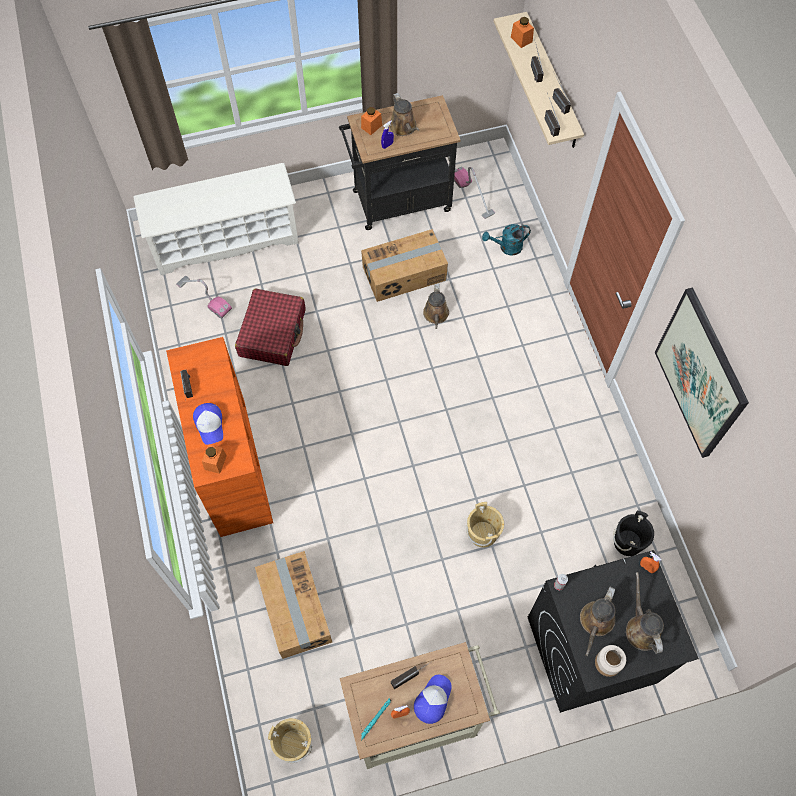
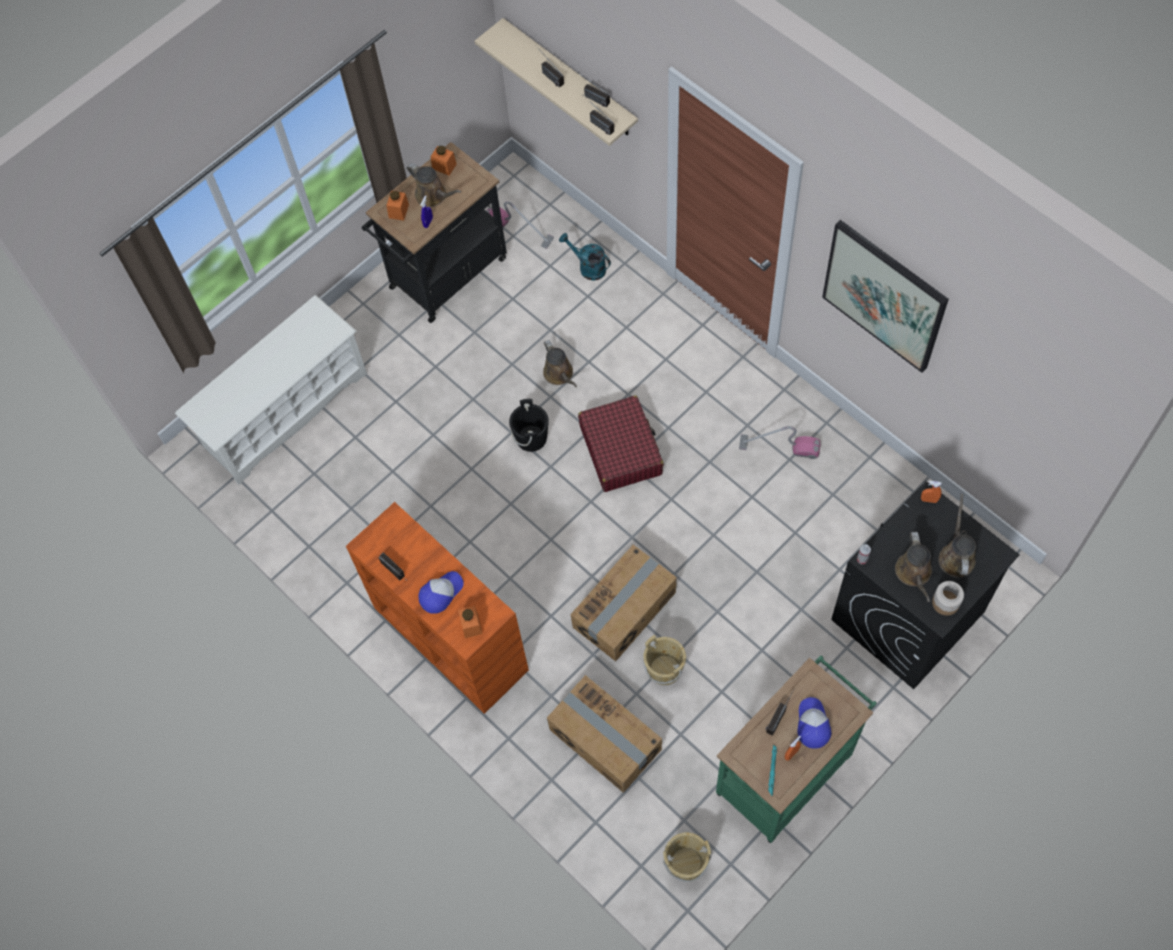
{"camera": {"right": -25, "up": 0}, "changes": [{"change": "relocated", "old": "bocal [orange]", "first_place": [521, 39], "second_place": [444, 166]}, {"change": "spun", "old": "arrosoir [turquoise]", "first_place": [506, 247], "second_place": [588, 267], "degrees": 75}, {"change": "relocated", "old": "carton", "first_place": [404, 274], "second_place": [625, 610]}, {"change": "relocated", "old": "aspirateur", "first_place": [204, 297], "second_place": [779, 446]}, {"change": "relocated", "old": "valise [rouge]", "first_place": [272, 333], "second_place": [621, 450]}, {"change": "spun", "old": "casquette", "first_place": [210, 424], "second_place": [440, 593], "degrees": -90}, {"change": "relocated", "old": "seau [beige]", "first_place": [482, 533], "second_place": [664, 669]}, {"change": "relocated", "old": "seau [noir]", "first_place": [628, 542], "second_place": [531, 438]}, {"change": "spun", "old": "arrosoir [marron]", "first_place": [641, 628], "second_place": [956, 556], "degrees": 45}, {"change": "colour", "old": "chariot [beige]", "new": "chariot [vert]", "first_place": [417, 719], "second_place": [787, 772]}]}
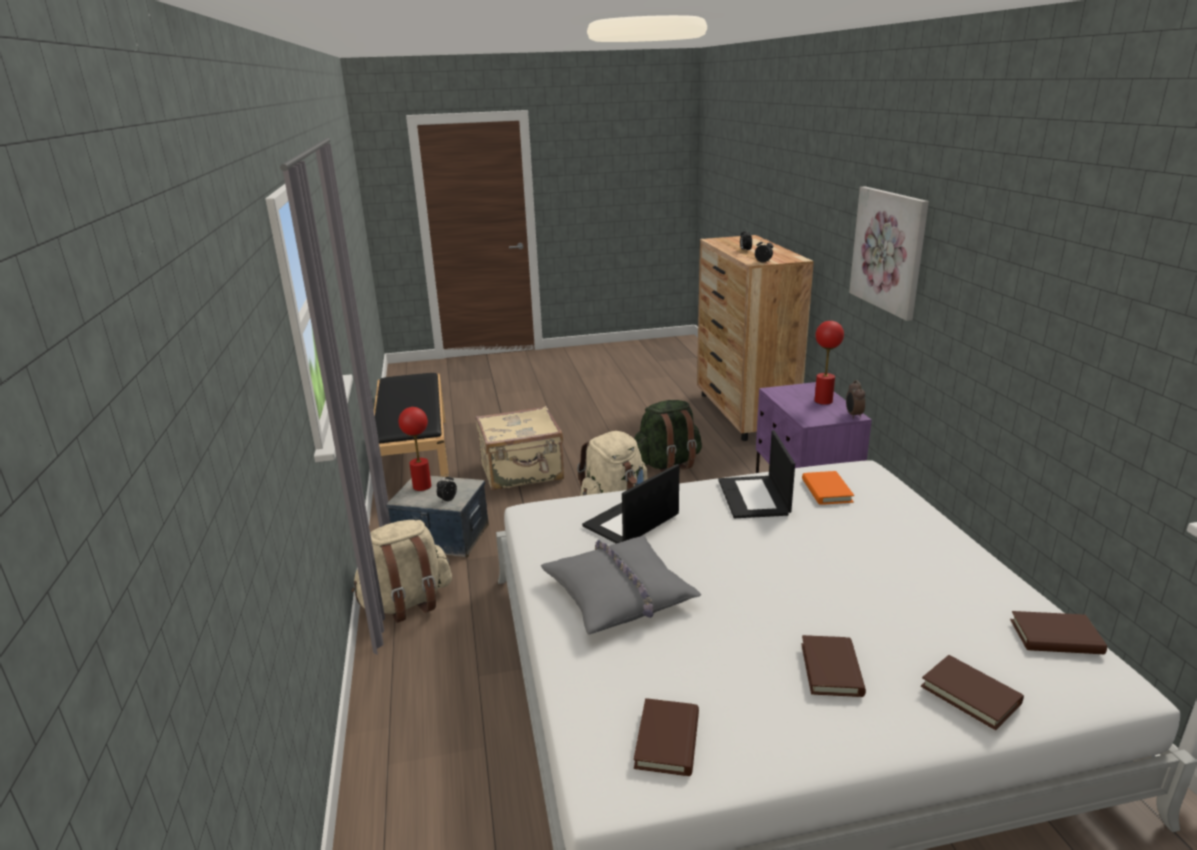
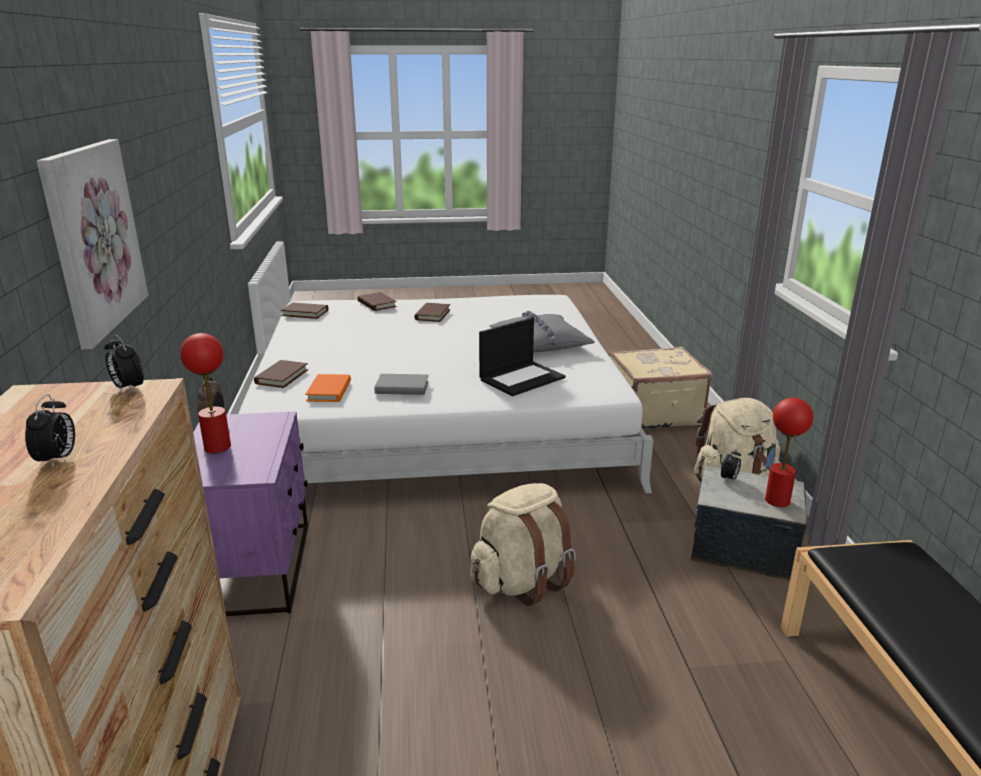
{"camera": {"right": -175, "up": 0}, "changes": [{"change": "missing", "old": "sac à dos [vert]", "first_place": [667, 464]}, {"change": "relocated", "old": "valise [beige]", "first_place": [522, 472], "second_place": [652, 412]}, {"change": "exchanged", "old": "ordinateur portable", "new": "livre [gris]", "first_place": [754, 498], "second_place": [402, 388]}, {"change": "relocated", "old": "livre [marron]", "first_place": [667, 740], "second_place": [281, 377]}]}
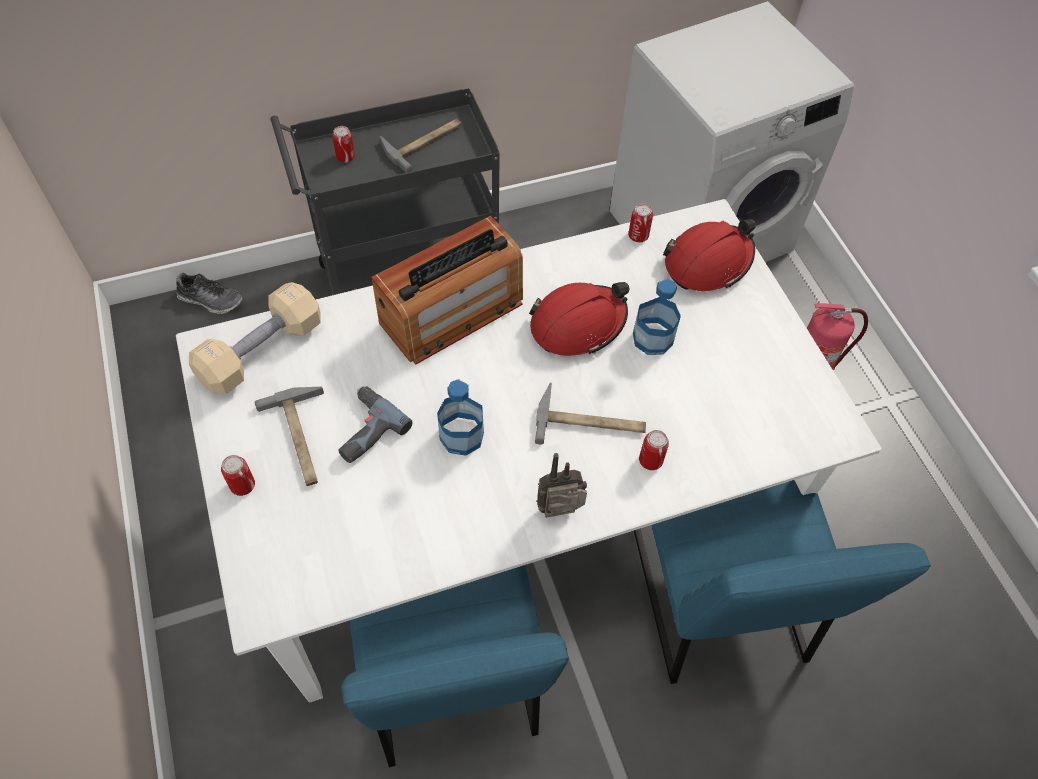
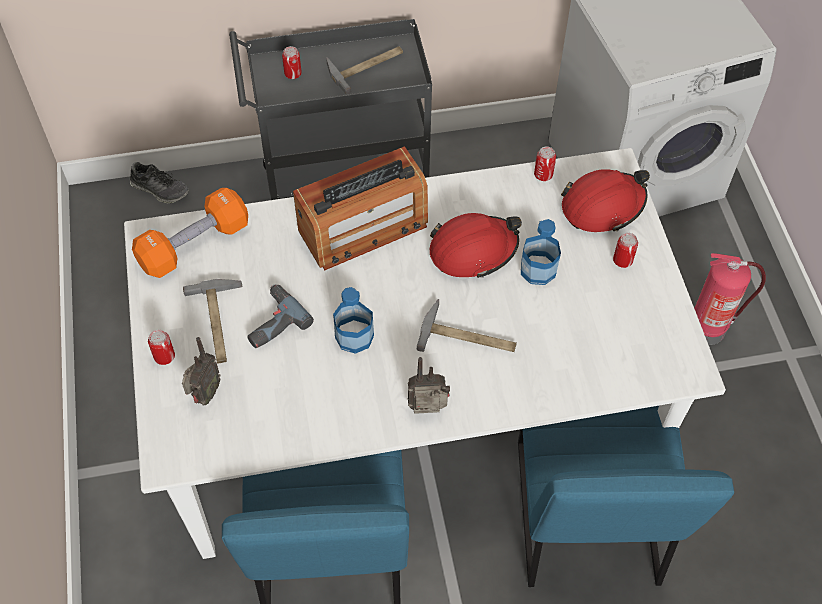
{"camera": {"right": 10, "up": 0}, "changes": [{"change": "colour", "old": "haltère [beige]", "new": "haltère [orange]", "first_place": [261, 351], "second_place": [194, 244]}, {"change": "relocated", "old": "boîte métallique", "first_place": [650, 460], "second_place": [622, 260]}, {"change": "appeared", "new": "radio", "second_place": [204, 395]}]}
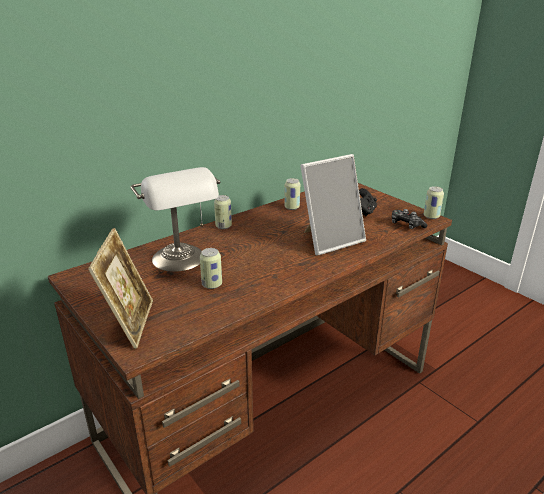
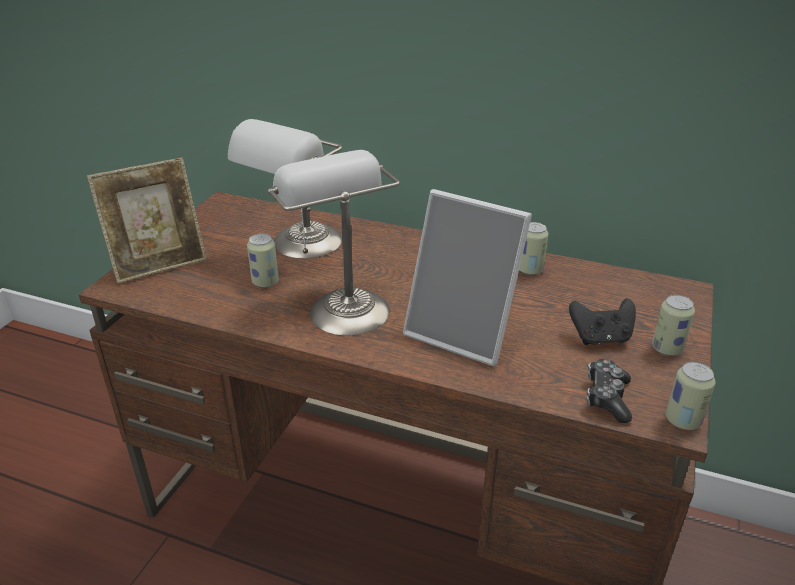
{"camera": {"right": 60, "up": 5}, "changes": [{"change": "relocated", "old": "boîte métallique", "first_place": [223, 226], "second_place": [667, 349]}, {"change": "appeared", "new": "lampe de table [blanc]", "second_place": [340, 303]}]}
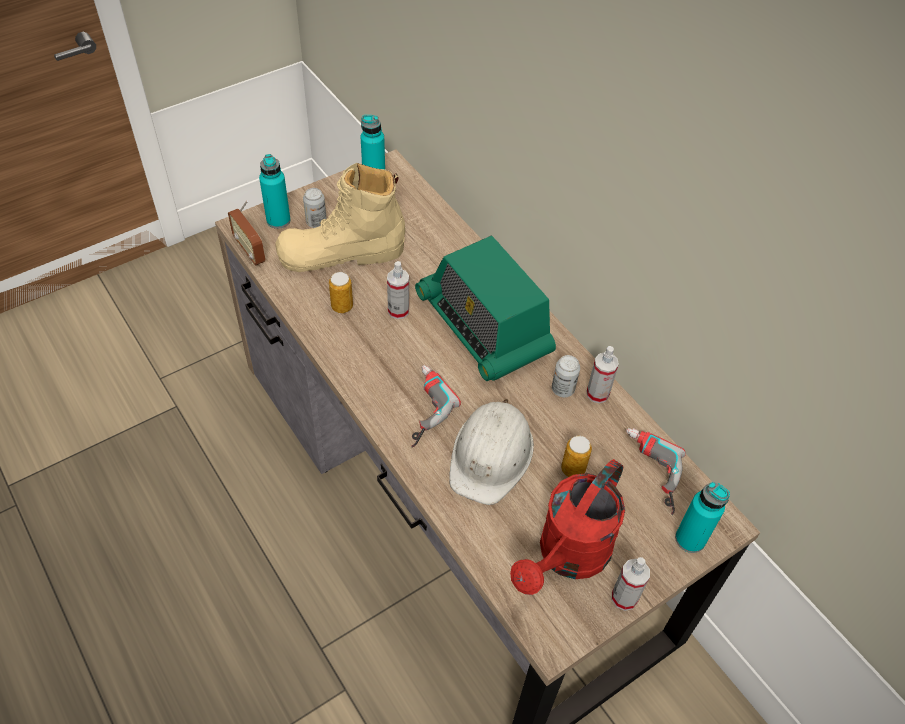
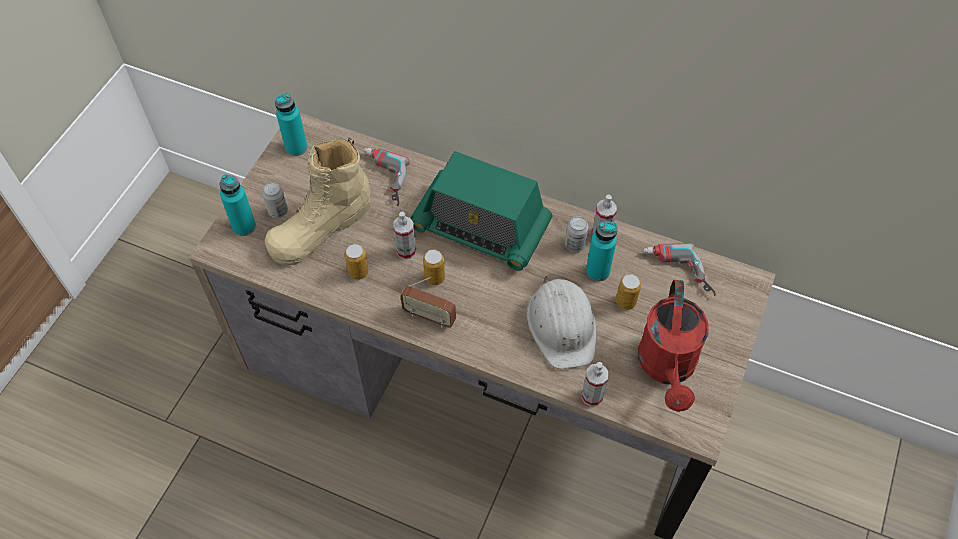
{"camera": {"right": -30, "up": 5}, "changes": [{"change": "relocated", "old": "radio", "first_place": [250, 251], "second_place": [429, 316]}, {"change": "relocated", "old": "perceuse", "first_place": [420, 408], "second_place": [382, 179]}, {"change": "relocated", "old": "bouteille [turquoise]", "first_place": [690, 539], "second_place": [597, 271]}, {"change": "relocated", "old": "vaporisateur", "first_place": [624, 598], "second_place": [592, 396]}, {"change": "appeared", "new": "boîte métallique", "second_place": [434, 278]}]}
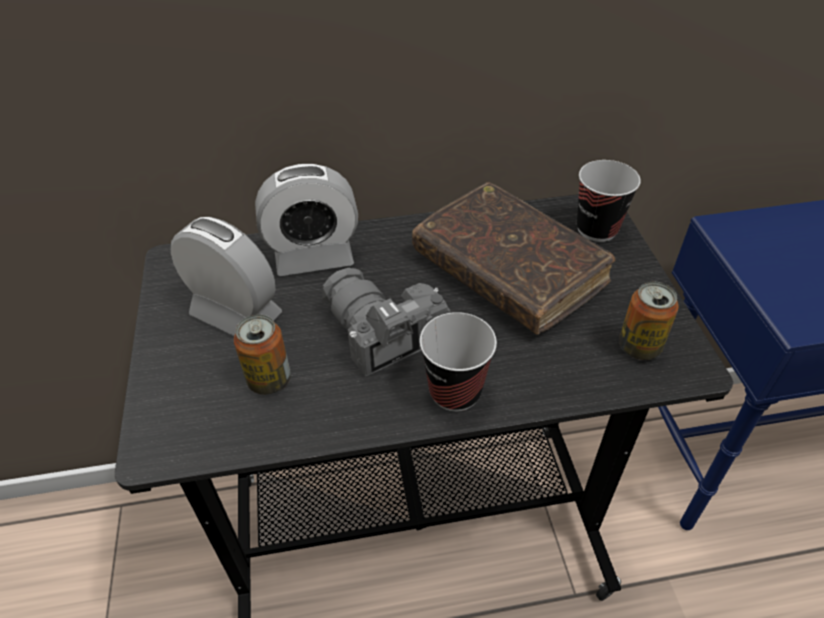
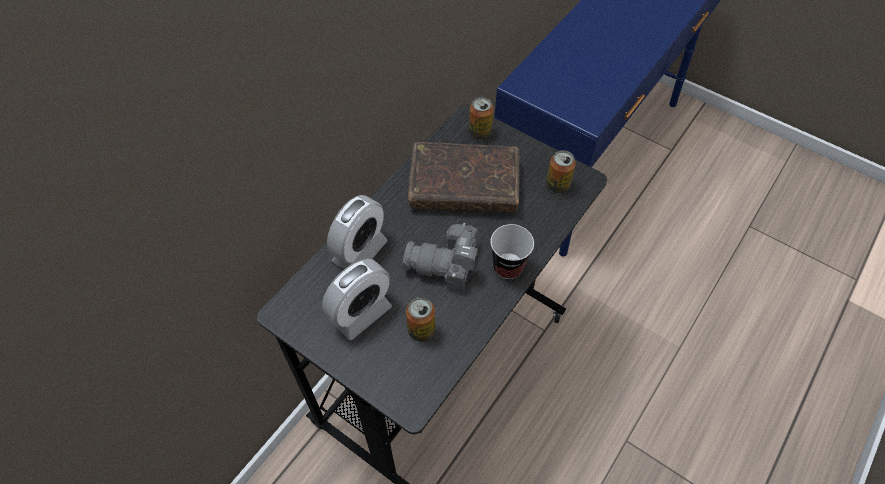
{"camera": {"right": -45, "up": 10}, "changes": [{"change": "exchanged", "old": "tasse", "new": "boîte métallique", "first_place": [597, 229], "second_place": [480, 132]}, {"change": "spun", "old": "réveil", "first_place": [236, 314], "second_place": [360, 313], "degrees": 150}]}
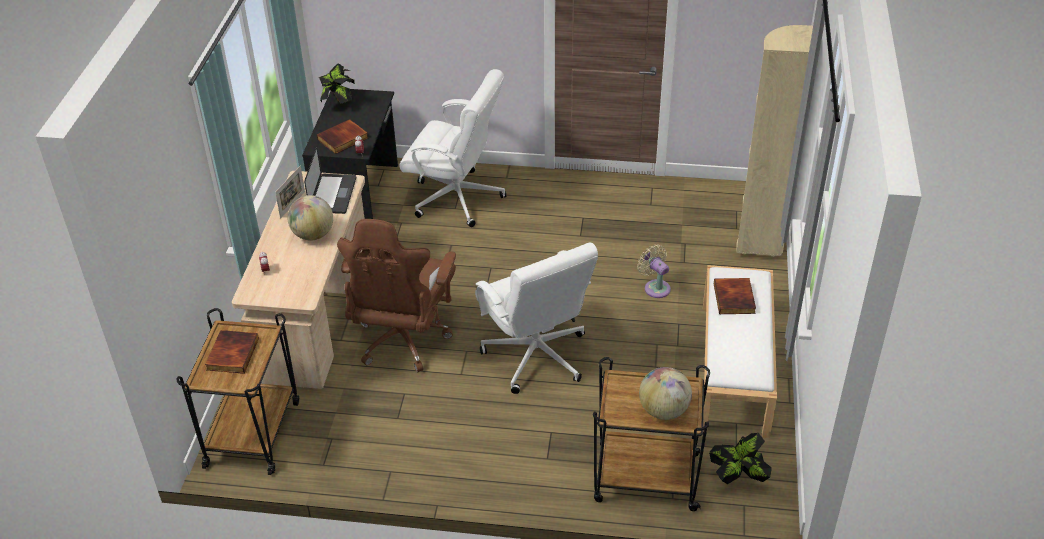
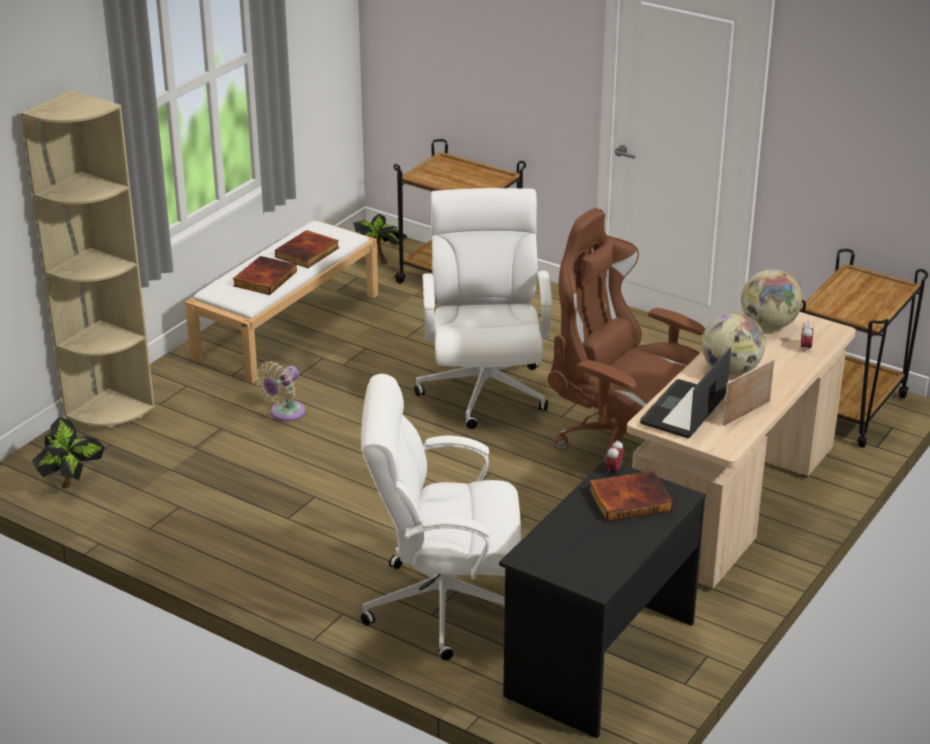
{"camera": {"right": -155, "up": -10}, "changes": [{"change": "relocated", "old": "plante en pot", "first_place": [338, 103], "second_place": [71, 481]}, {"change": "spun", "old": "chaise de bureau [blanc]", "first_place": [456, 198], "second_place": [444, 605], "degrees": -45}, {"change": "spun", "old": "chaise de bureau [marron]", "first_place": [404, 336], "second_place": [628, 450], "degrees": -90}, {"change": "spun", "old": "ventilateur [beige]", "first_place": [655, 287], "second_place": [285, 413], "degrees": 45}, {"change": "relocated", "old": "livre", "first_place": [231, 354], "second_place": [308, 253]}, {"change": "relocated", "old": "globe", "first_place": [663, 410], "second_place": [768, 325]}]}
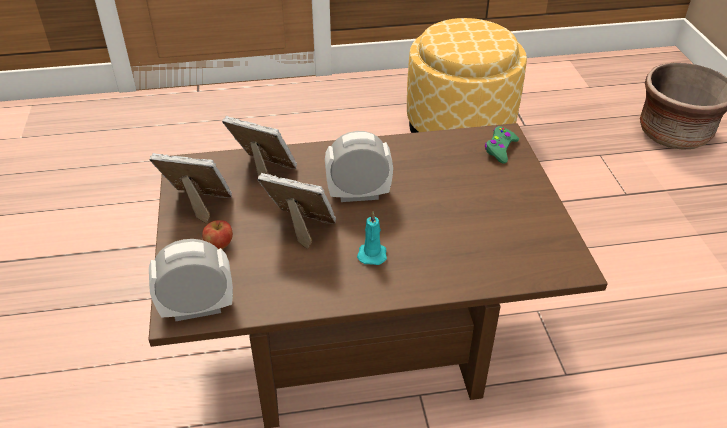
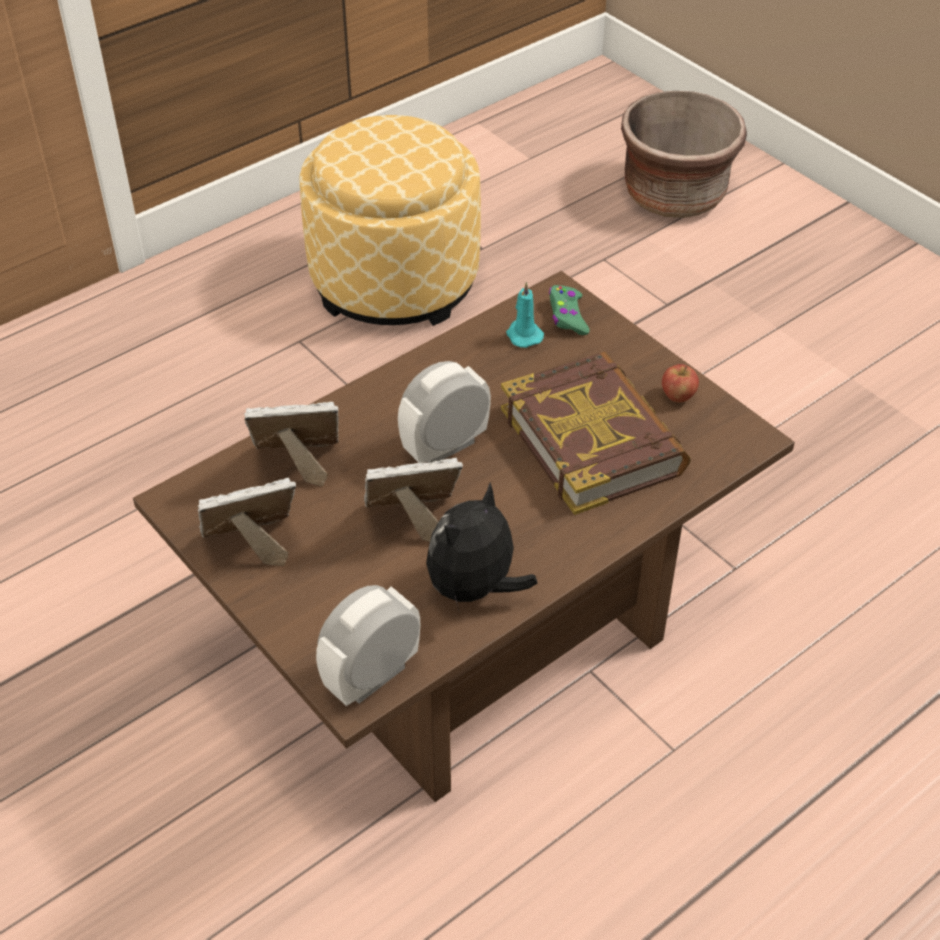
{"camera": {"right": -30, "up": 5}, "changes": [{"change": "relocated", "old": "bougie [turquoise]", "first_place": [372, 253], "second_place": [523, 335]}, {"change": "relocated", "old": "pomme", "first_place": [219, 245], "second_place": [677, 396]}, {"change": "appeared", "new": "livre", "second_place": [593, 440]}, {"change": "appeared", "new": "peluche", "second_place": [475, 589]}]}
